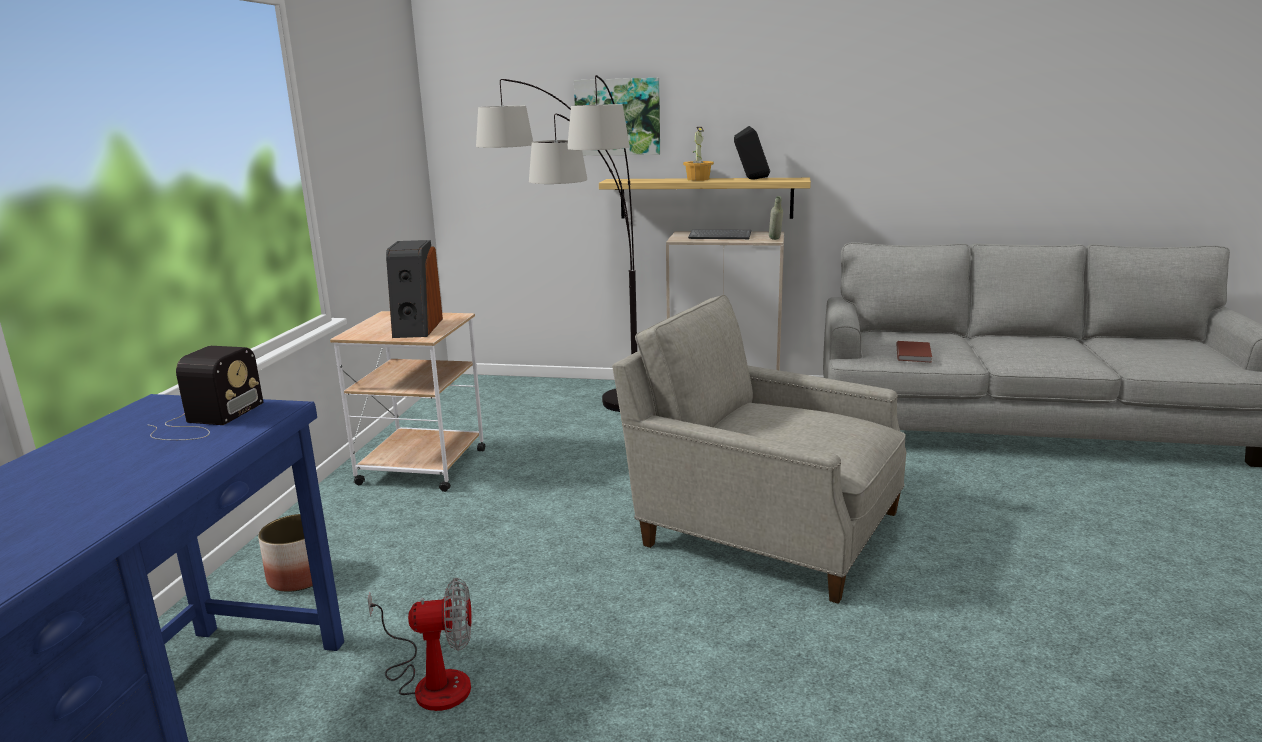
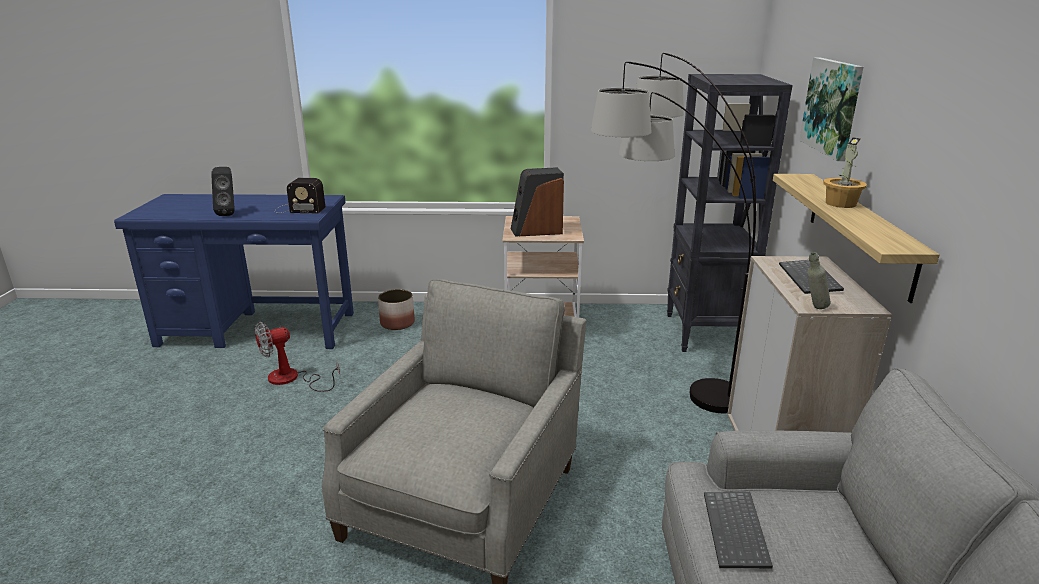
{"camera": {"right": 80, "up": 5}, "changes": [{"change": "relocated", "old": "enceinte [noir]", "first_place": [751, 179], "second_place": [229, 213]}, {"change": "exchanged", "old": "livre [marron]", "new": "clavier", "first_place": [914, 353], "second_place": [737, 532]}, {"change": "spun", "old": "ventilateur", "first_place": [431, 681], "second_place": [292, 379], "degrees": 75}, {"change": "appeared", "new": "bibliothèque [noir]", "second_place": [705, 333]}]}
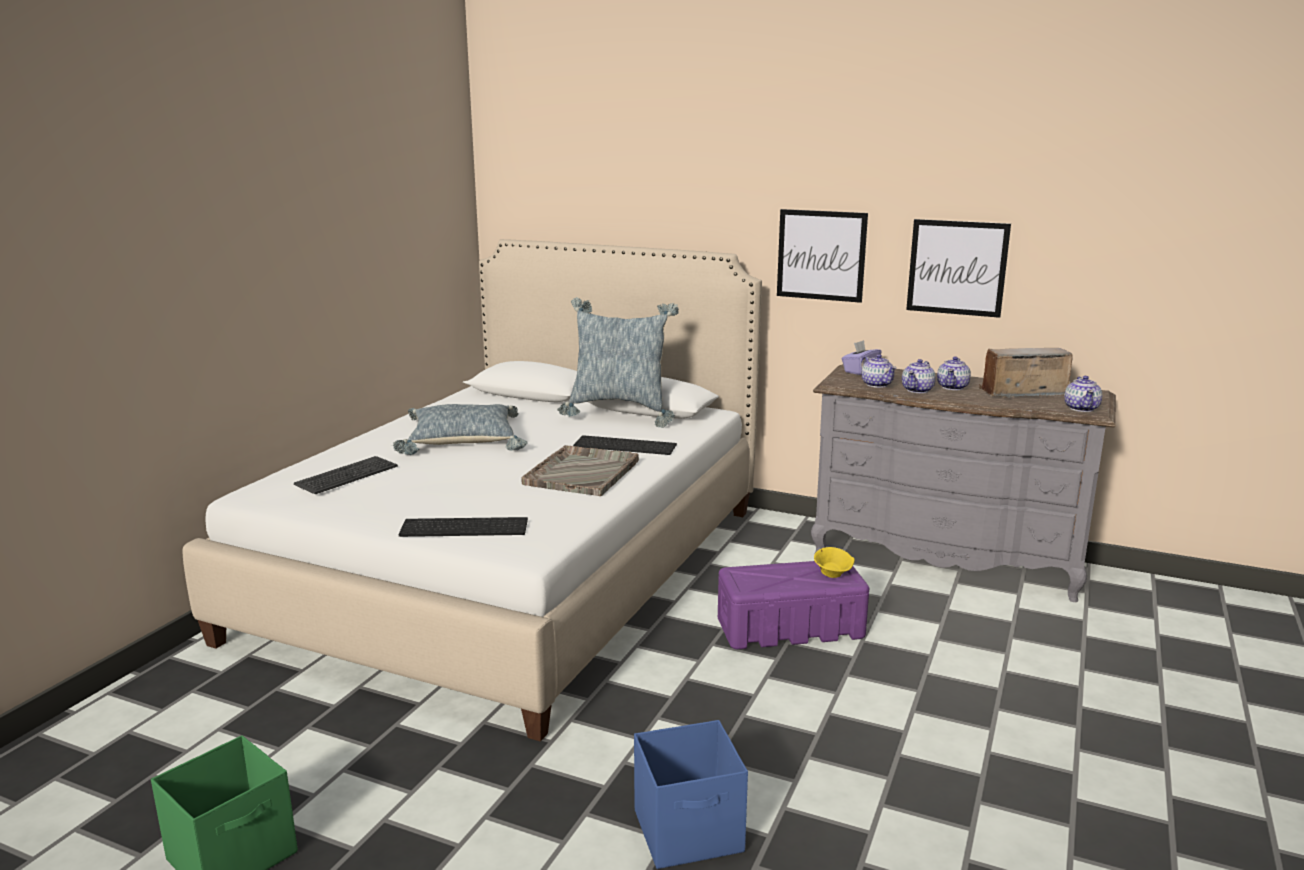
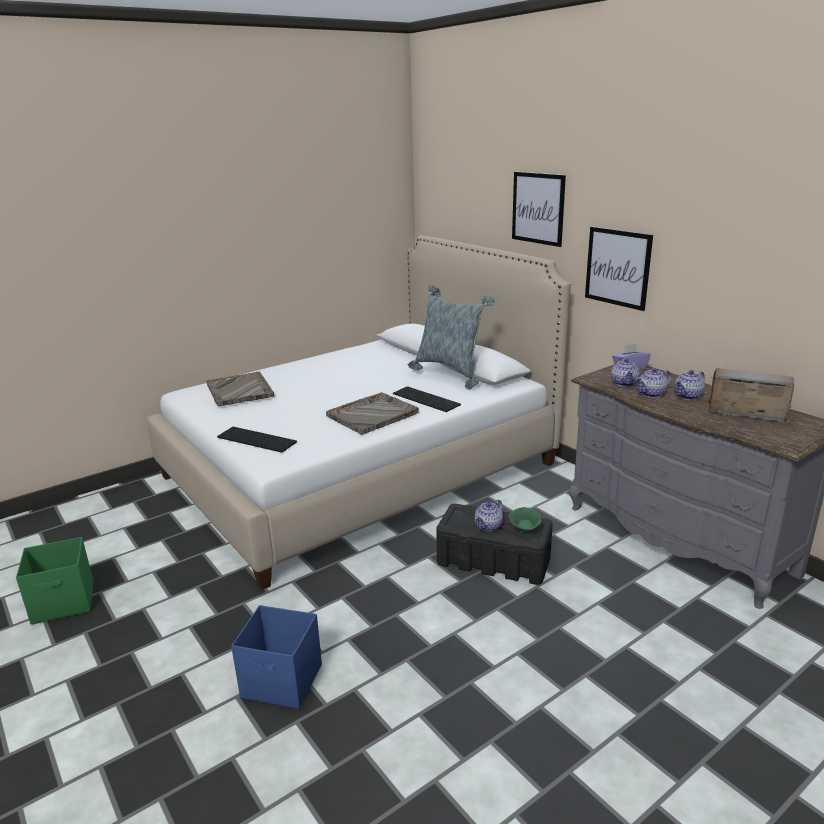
{"camera": {"right": 30, "up": 5}, "changes": [{"change": "relocated", "old": "tableau", "first_place": [957, 267], "second_place": [538, 208]}, {"change": "relocated", "old": "théière", "first_place": [1081, 408], "second_place": [489, 526]}, {"change": "missing", "old": "coussin", "first_place": [462, 436]}, {"change": "exchanged", "old": "clavier", "new": "plateau [gris]", "first_place": [347, 476], "second_place": [239, 390]}, {"change": "colour", "old": "bol [jaune]", "new": "bol [vert]", "first_place": [833, 575], "second_place": [525, 530]}, {"change": "colour", "old": "boîte de rangement [violet]", "new": "boîte de rangement [noir]", "first_place": [791, 628], "second_place": [494, 561]}]}
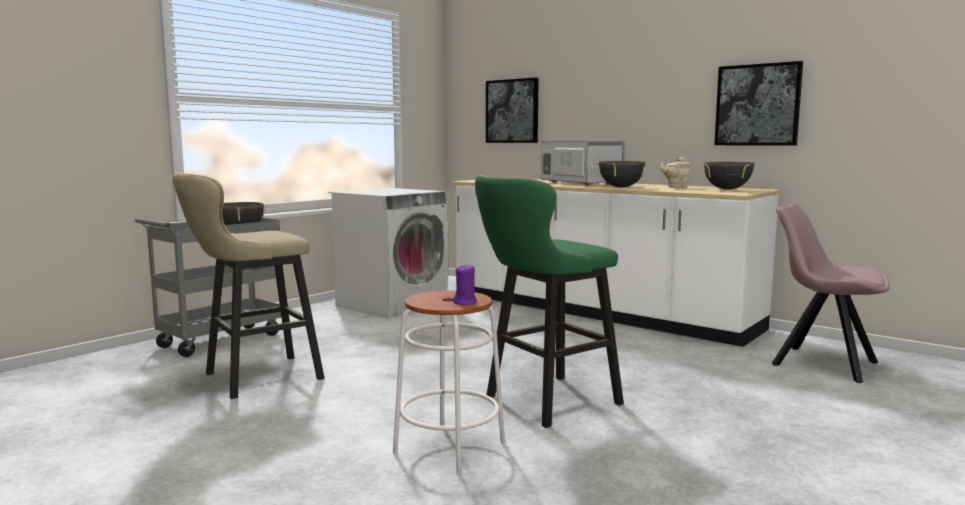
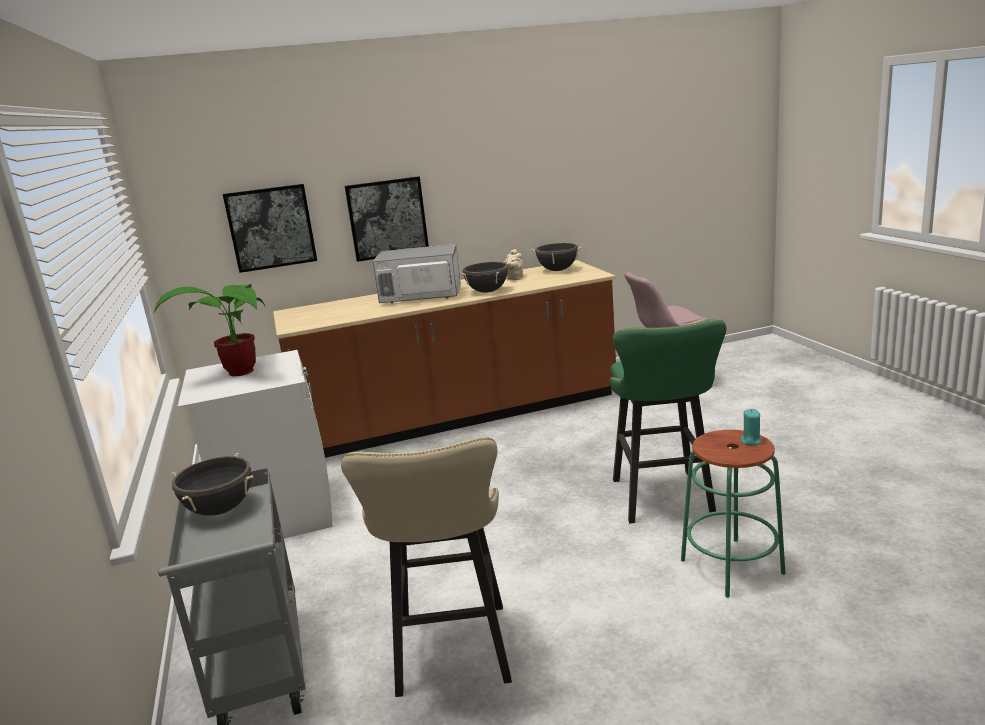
{"camera": {"right": -55, "up": 10}, "changes": [{"change": "relocated", "old": "tableau", "first_place": [757, 105], "second_place": [387, 218]}, {"change": "colour", "old": "comptoir de cuisine [blanc]", "new": "comptoir de cuisine [marron]", "first_place": [596, 311], "second_place": [459, 417]}, {"change": "colour", "old": "bougie [violet]", "new": "bougie [turquoise]", "first_place": [465, 302], "second_place": [750, 441]}, {"change": "colour", "old": "tabouret [blanc]", "new": "tabouret [vert]", "first_place": [449, 448], "second_place": [731, 566]}, {"change": "appeared", "new": "plante en pot", "second_place": [236, 373]}]}
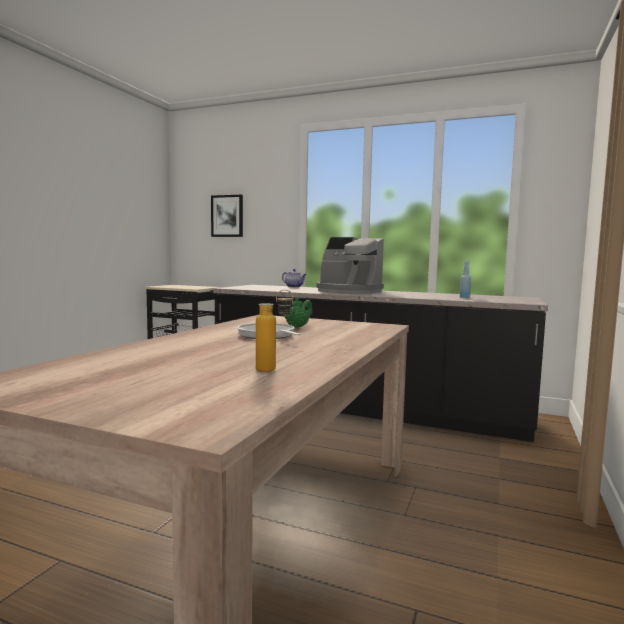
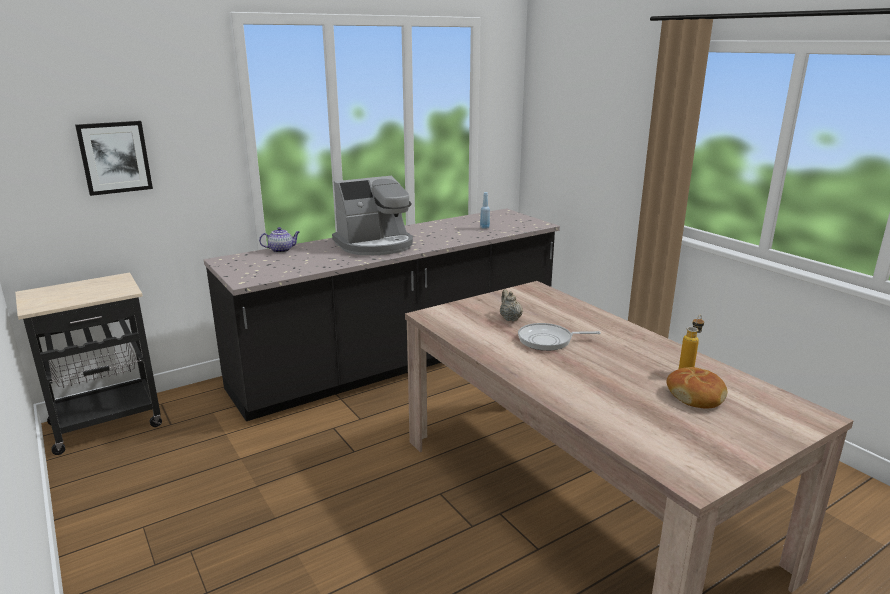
{"camera": {"right": -55, "up": 15}, "changes": [{"change": "colour", "old": "théière [vert]", "new": "théière [beige]", "first_place": [297, 327], "second_place": [510, 318]}, {"change": "appeared", "new": "pain", "second_place": [695, 395]}]}
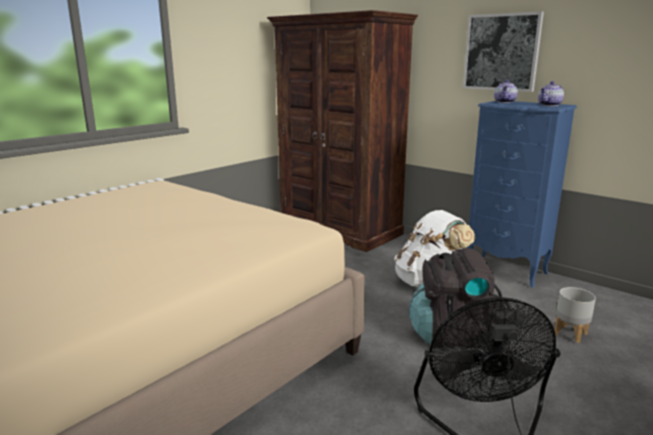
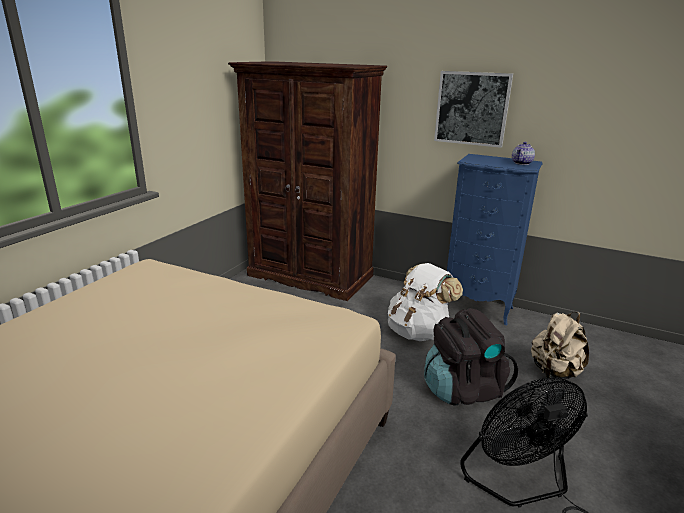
{"camera": {"right": -15, "up": 5}, "changes": [{"change": "missing", "old": "théière", "first_place": [505, 102]}, {"change": "exchanged", "old": "cache-pot [gris]", "new": "sac à dos [beige]", "first_place": [571, 334], "second_place": [554, 372]}]}
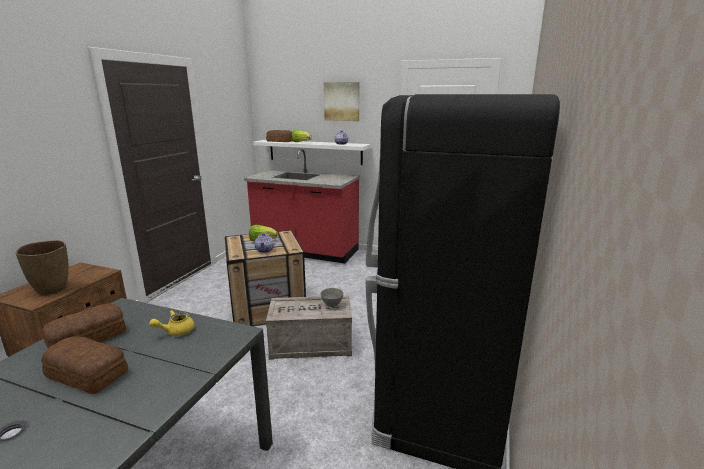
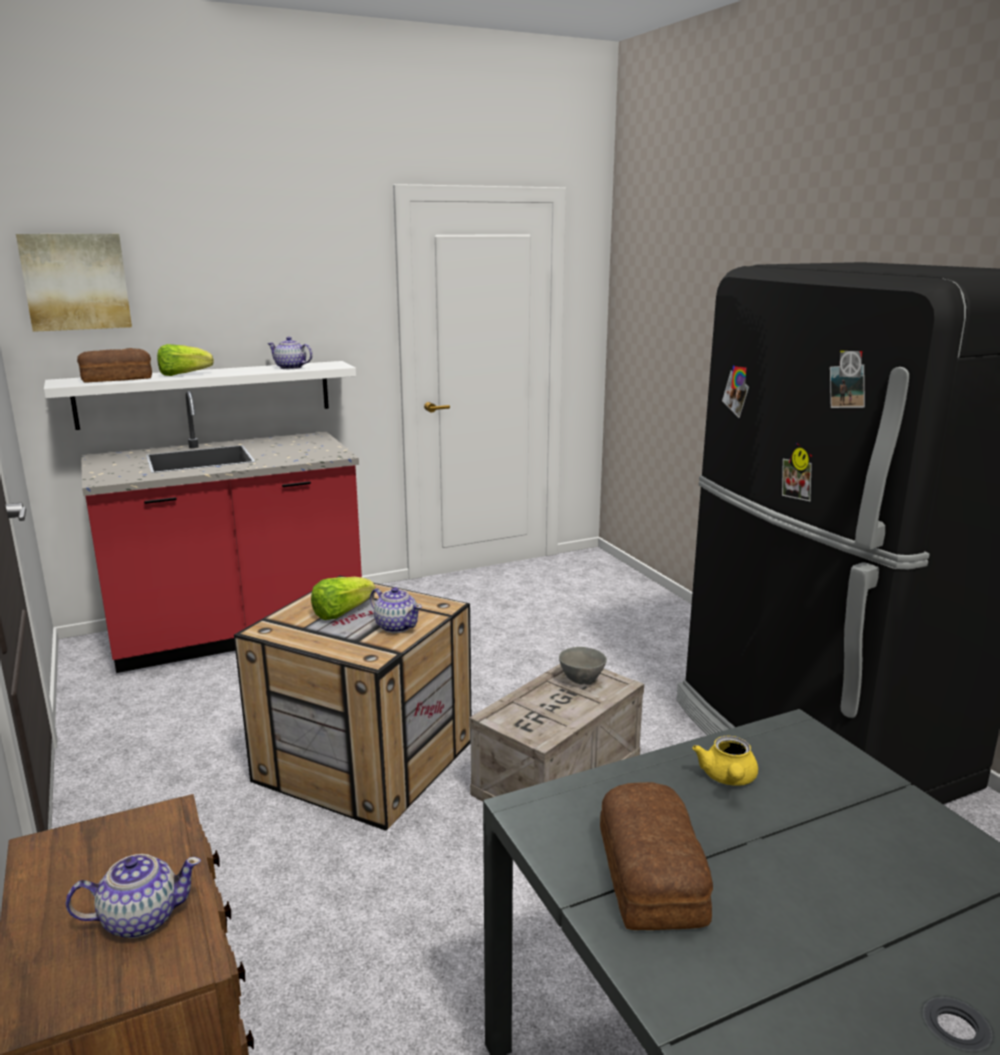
{"camera": {"right": -45, "up": 0}, "changes": [{"change": "relocated", "old": "tableau", "first_place": [342, 101], "second_place": [76, 281]}, {"change": "exchanged", "old": "vase [marron]", "new": "théière", "first_place": [52, 289], "second_place": [140, 918]}, {"change": "missing", "old": "pain", "first_place": [87, 373]}]}
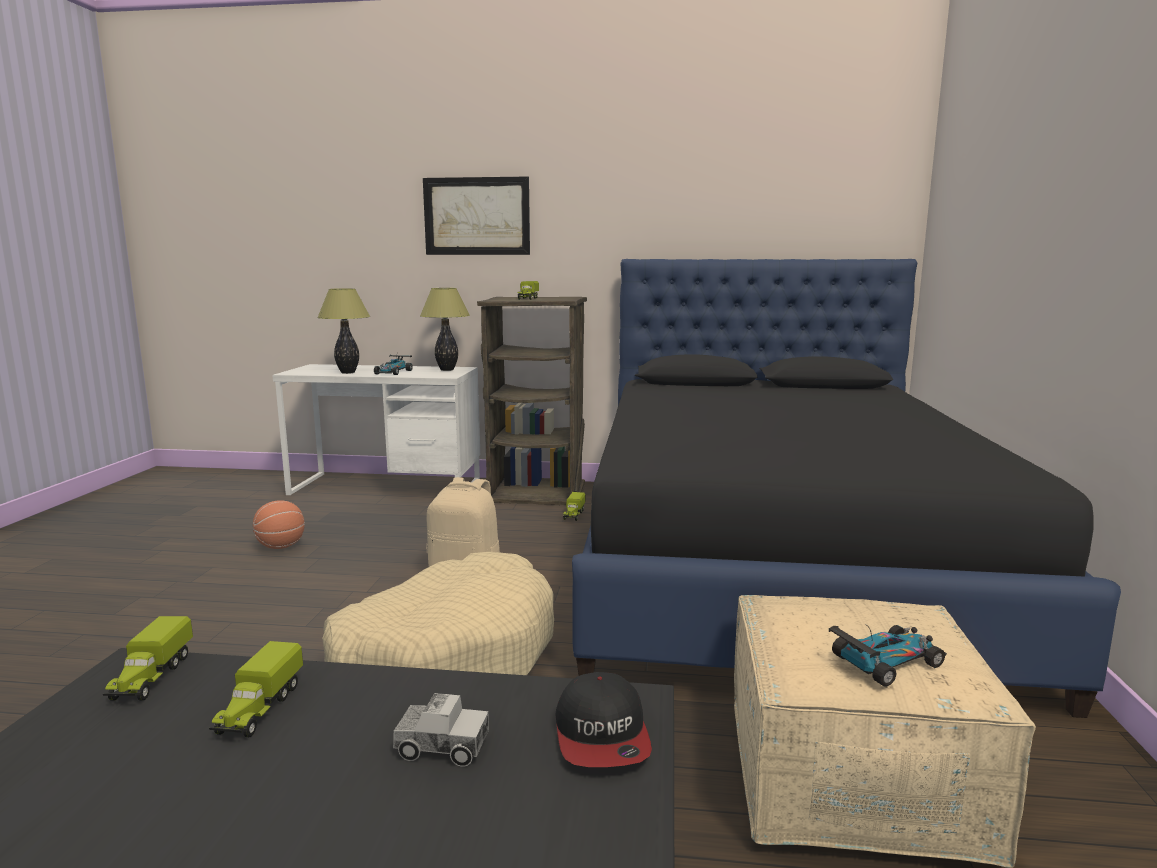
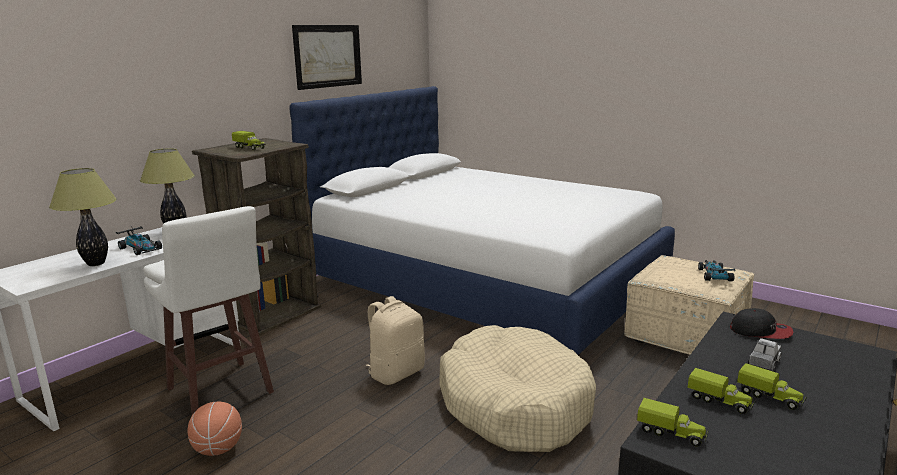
{"camera": {"right": -60, "up": 5}, "changes": [{"change": "relocated", "old": "tableau", "first_place": [477, 216], "second_place": [327, 56]}, {"change": "colour", "old": "lit [noir]", "new": "lit [blanc]", "first_place": [776, 561], "second_place": [484, 283]}, {"change": "relocated", "old": "camion jouet", "first_place": [573, 515], "second_place": [770, 397]}, {"change": "appeared", "new": "tabouret [blanc]", "second_place": [220, 392]}]}
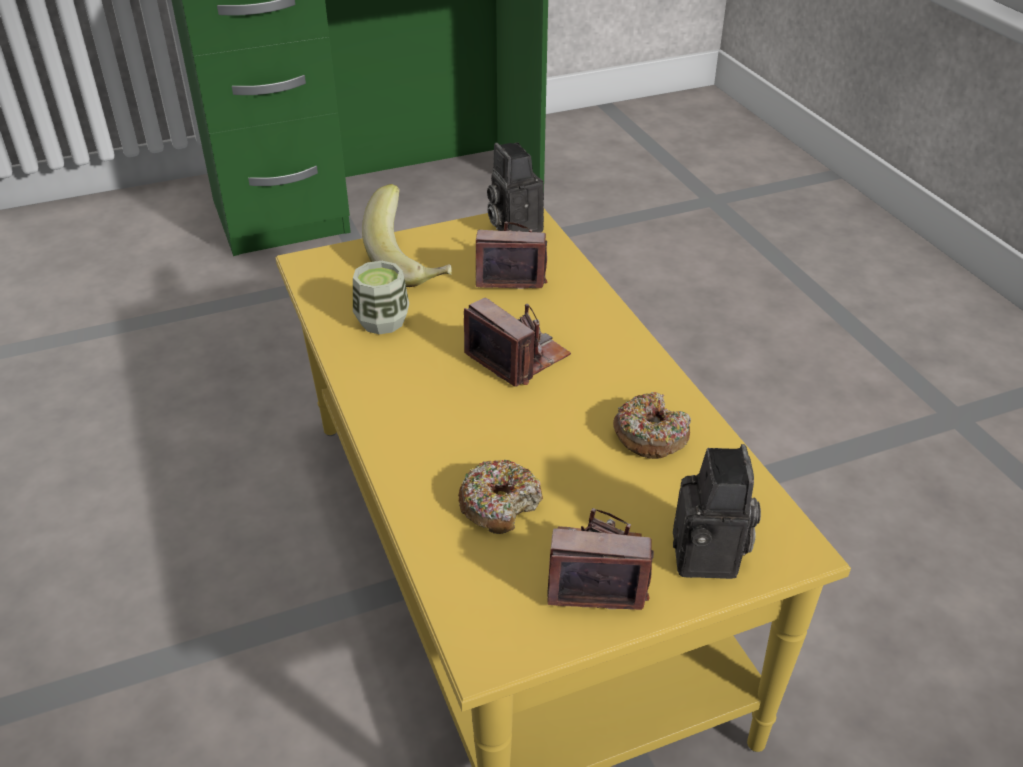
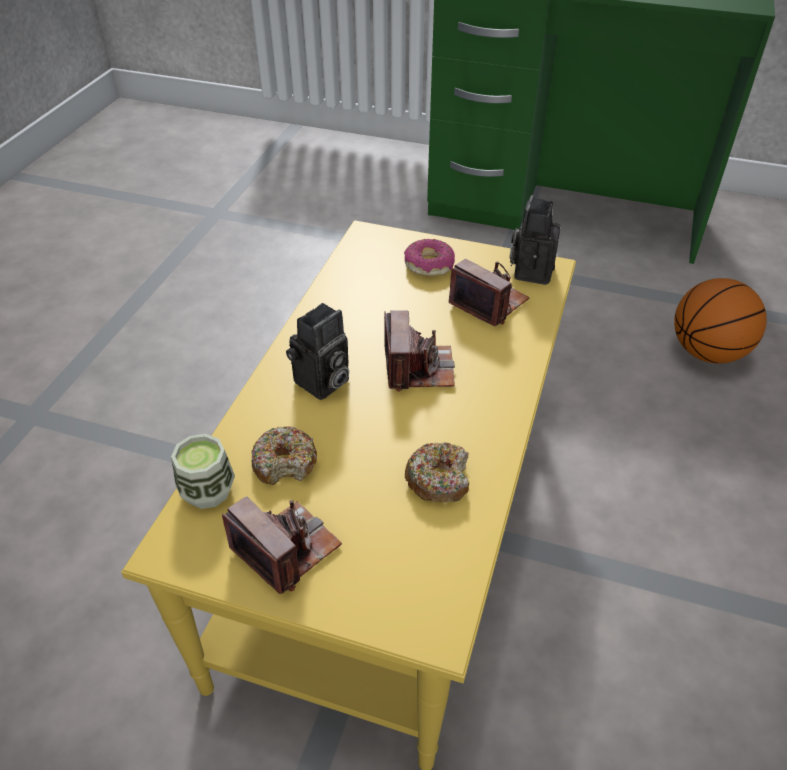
{"camera": {"right": 40, "up": 5}, "changes": [{"change": "exchanged", "old": "banane", "new": "beignet", "first_place": [412, 263], "second_place": [429, 265]}, {"change": "relocated", "old": "tasse", "first_place": [382, 321], "second_place": [208, 491]}, {"change": "relocated", "old": "appareil photo", "first_place": [710, 558], "second_place": [322, 384]}, {"change": "appeared", "new": "ballon de basket", "second_place": [707, 352]}]}
